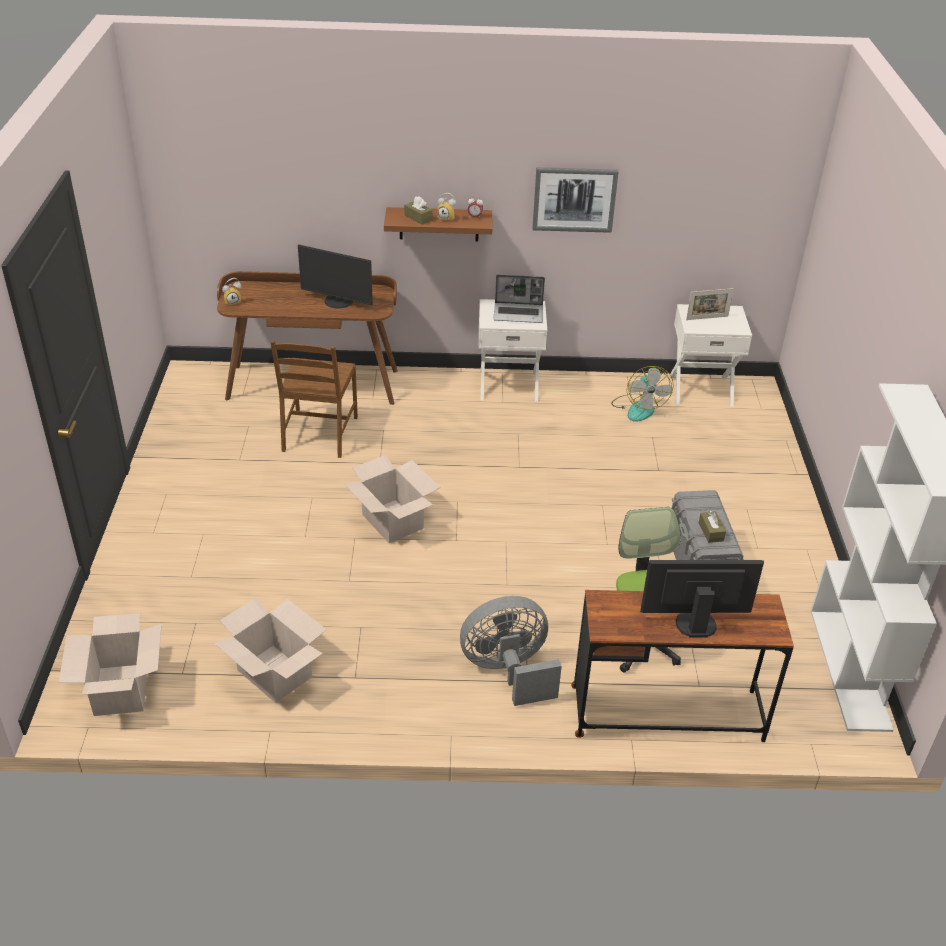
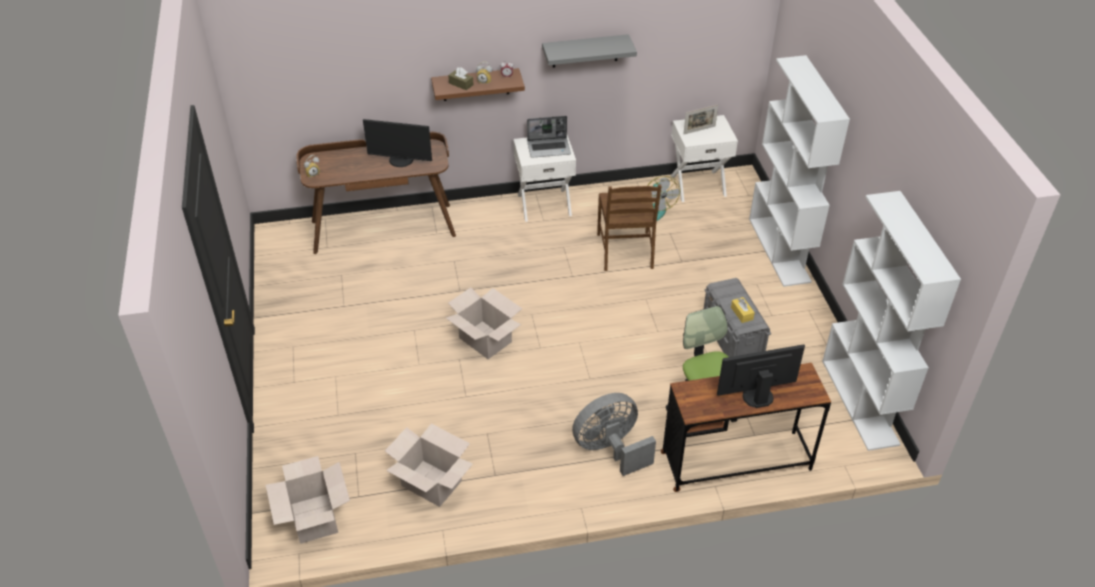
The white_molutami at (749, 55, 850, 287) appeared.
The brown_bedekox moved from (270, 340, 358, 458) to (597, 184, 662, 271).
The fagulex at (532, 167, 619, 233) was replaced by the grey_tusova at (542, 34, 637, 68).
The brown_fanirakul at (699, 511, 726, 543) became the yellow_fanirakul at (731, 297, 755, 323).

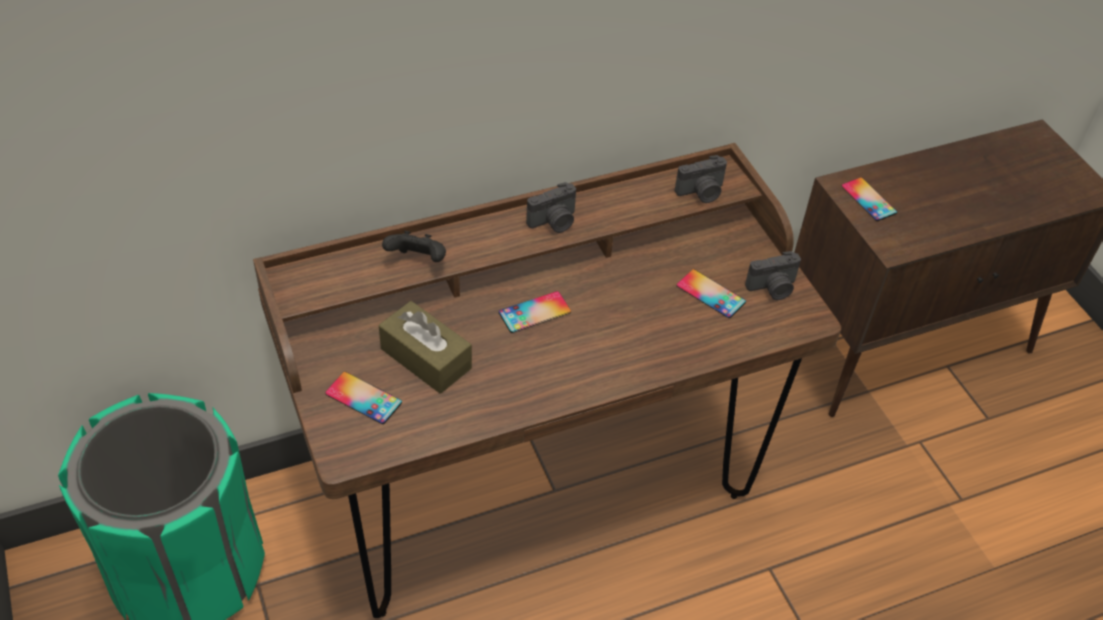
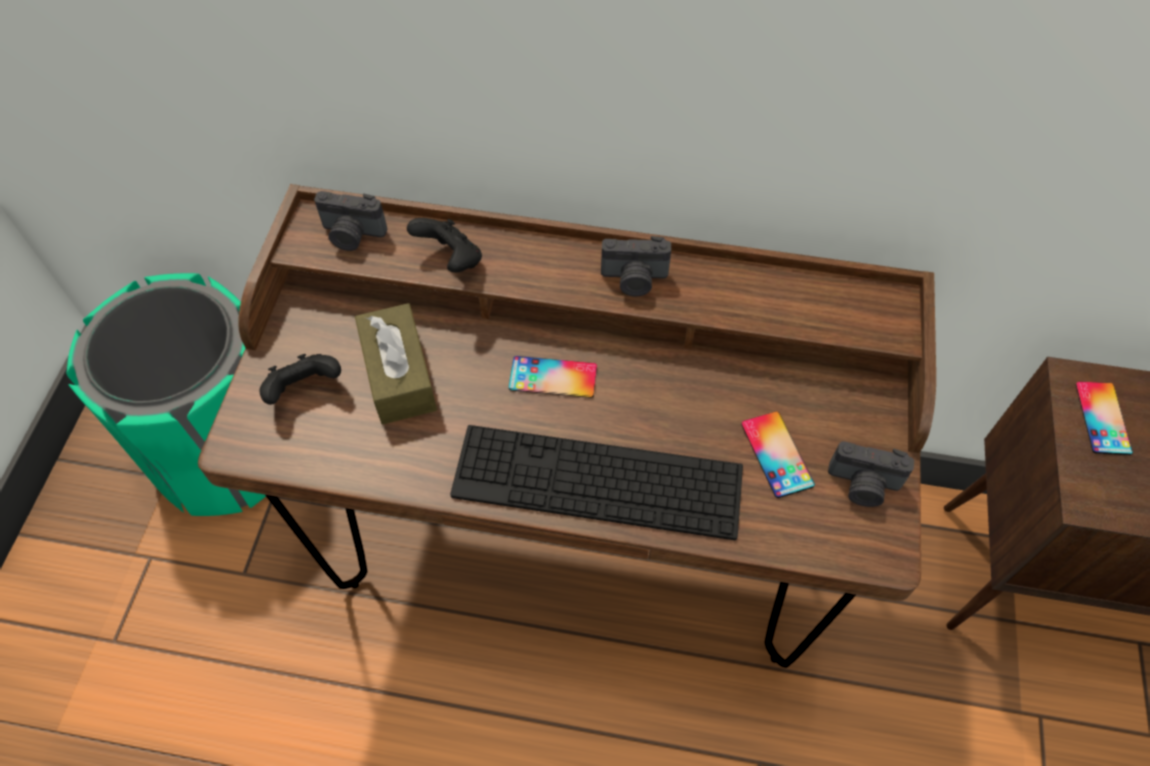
The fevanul at (450, 425, 743, 540) appeared.
The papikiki moved from (675, 155, 727, 203) to (314, 191, 388, 251).
The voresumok at (325, 372, 402, 424) was replaced by the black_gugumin at (260, 354, 341, 405).

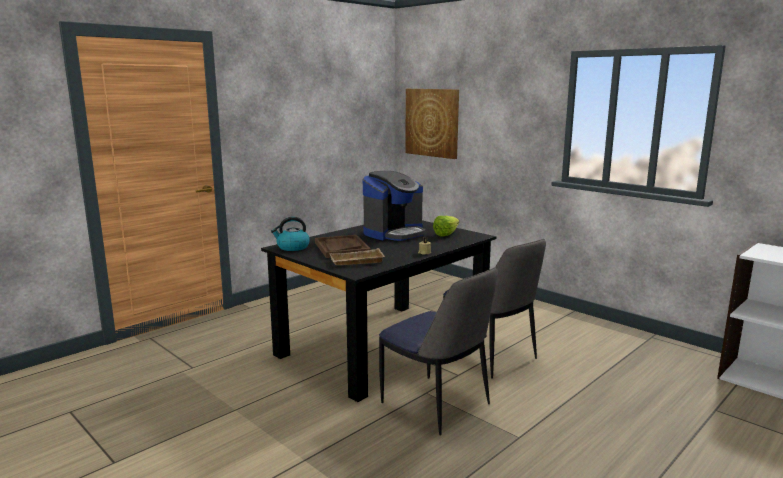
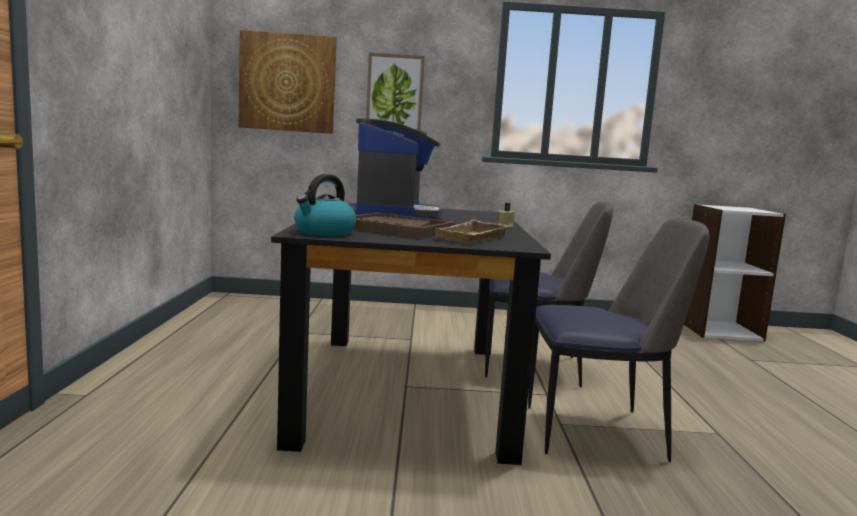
The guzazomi at (433, 216, 459, 237) disappeared.
The fagulex at (366, 52, 425, 136) appeared.

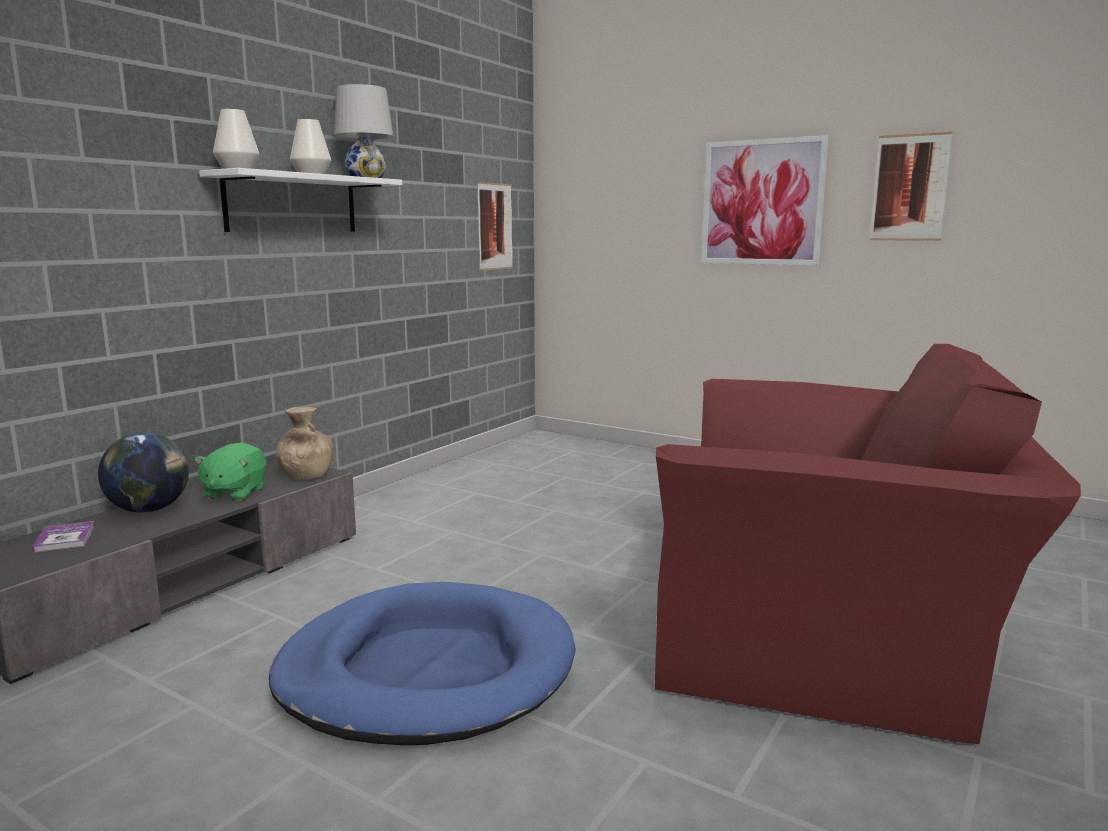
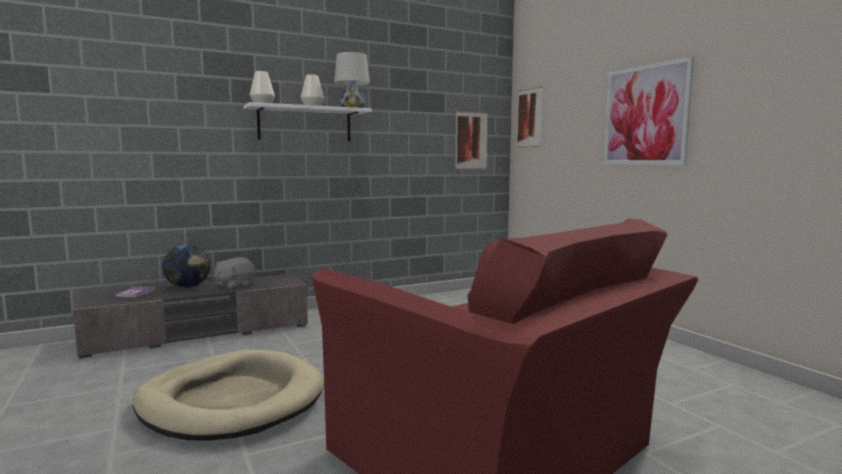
The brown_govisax at (276, 407, 333, 479) disappeared.
The fagulex moved from (870, 132, 953, 241) to (516, 86, 543, 148).
The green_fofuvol at (194, 442, 267, 501) became the grey_fofuvol at (214, 257, 256, 289).
The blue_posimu at (269, 582, 576, 745) became the beige_posimu at (133, 350, 324, 441).

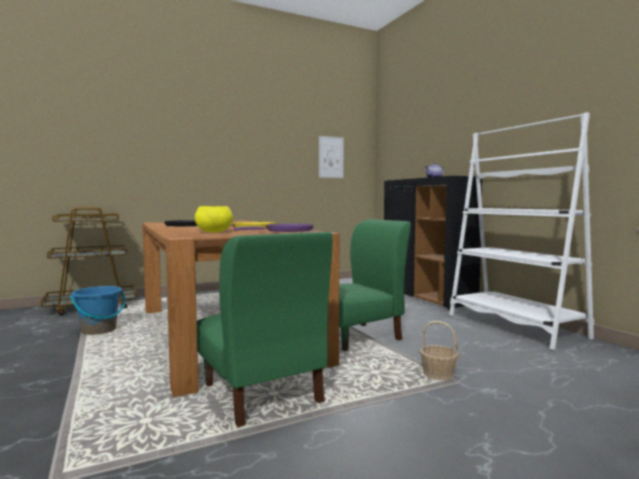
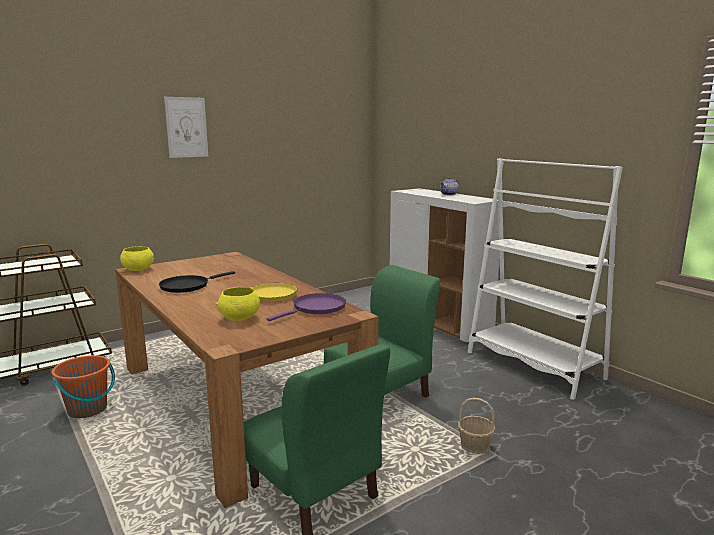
The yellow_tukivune at (120, 246, 154, 271) appeared.
The fagulex moved from (319, 136, 344, 178) to (164, 97, 208, 158).
The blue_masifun at (70, 286, 125, 335) became the orange_masifun at (51, 355, 115, 418).
The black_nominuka at (384, 176, 482, 310) became the white_nominuka at (390, 188, 500, 344).

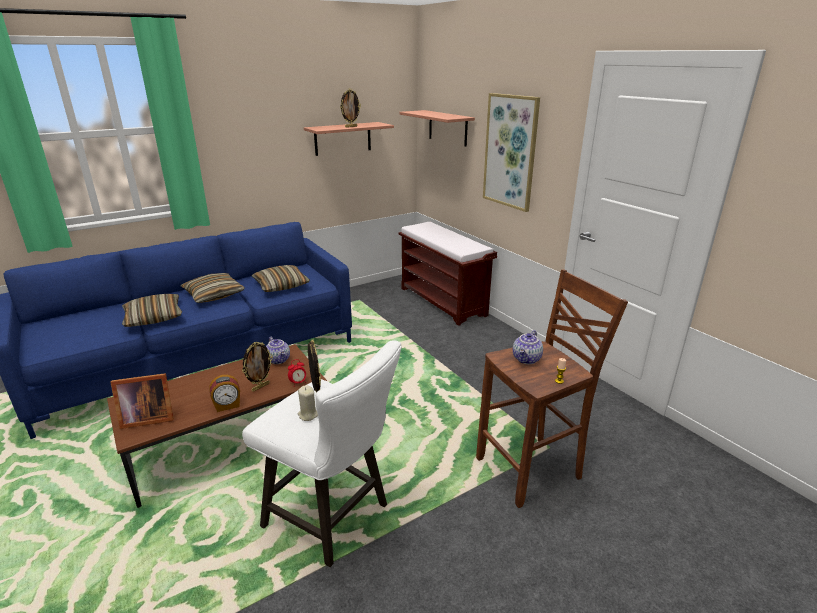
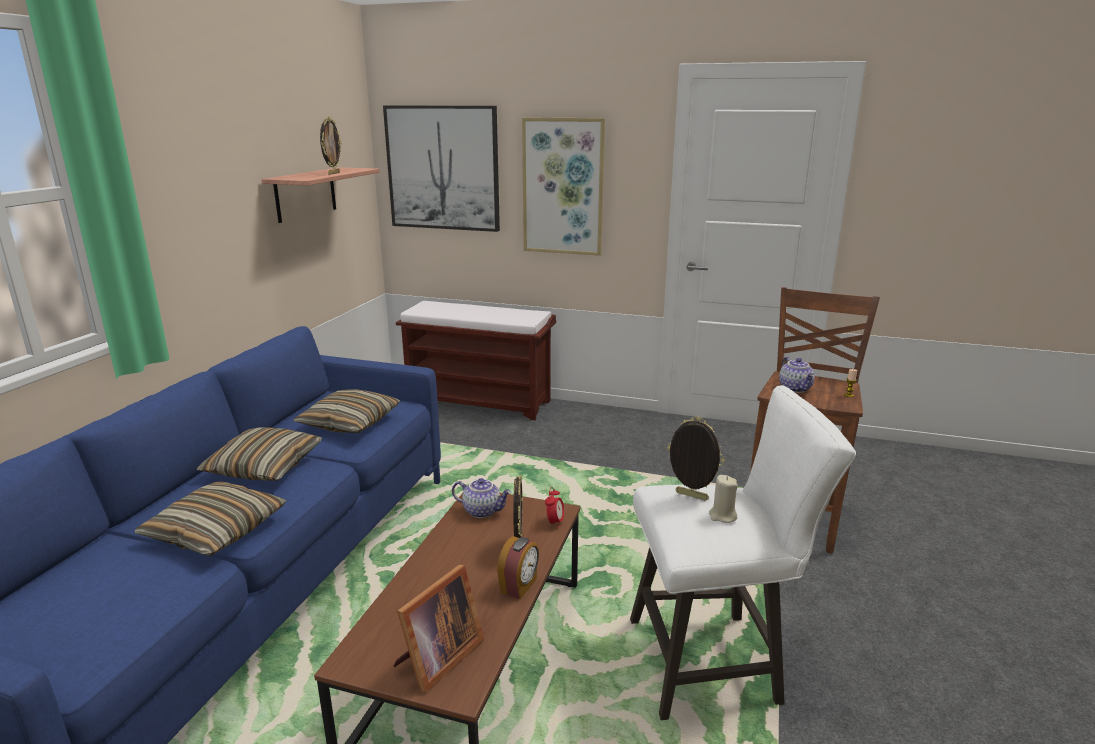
The tusova at (399, 110, 475, 146) was replaced by the fagulex at (383, 105, 500, 232).

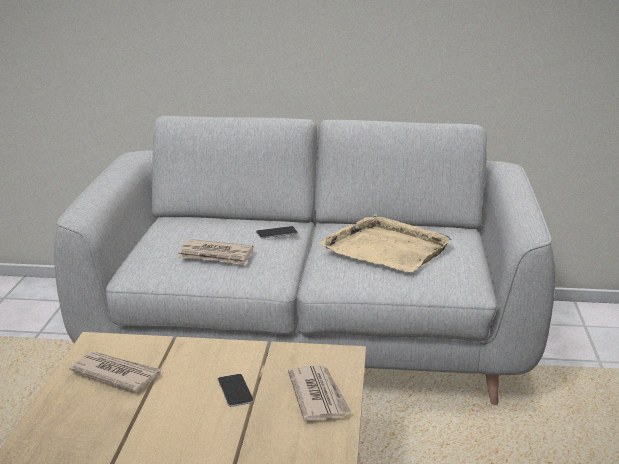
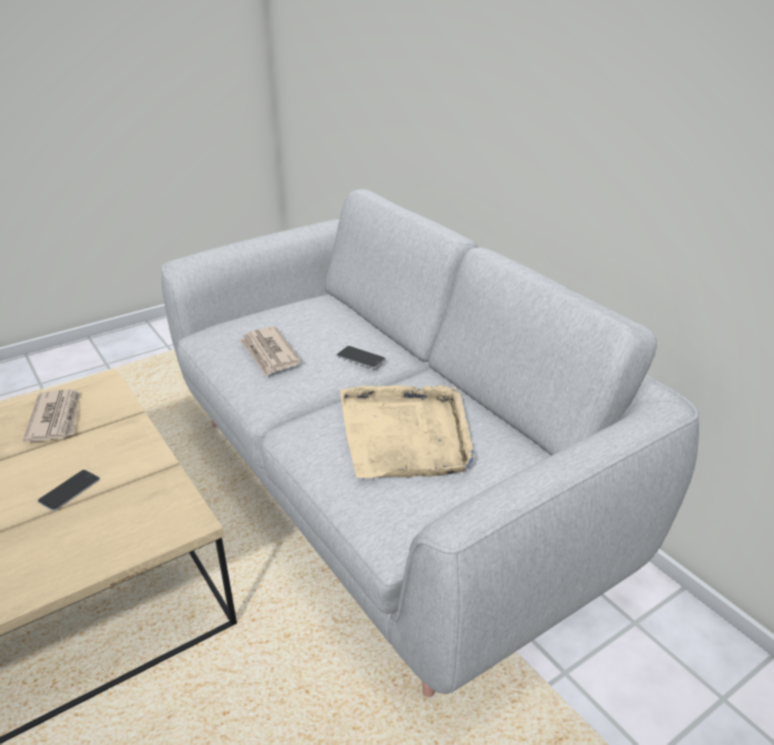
The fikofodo at (288, 365, 353, 421) disappeared.

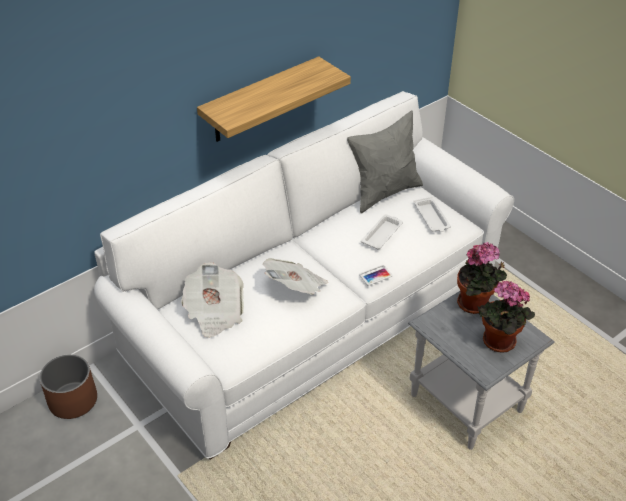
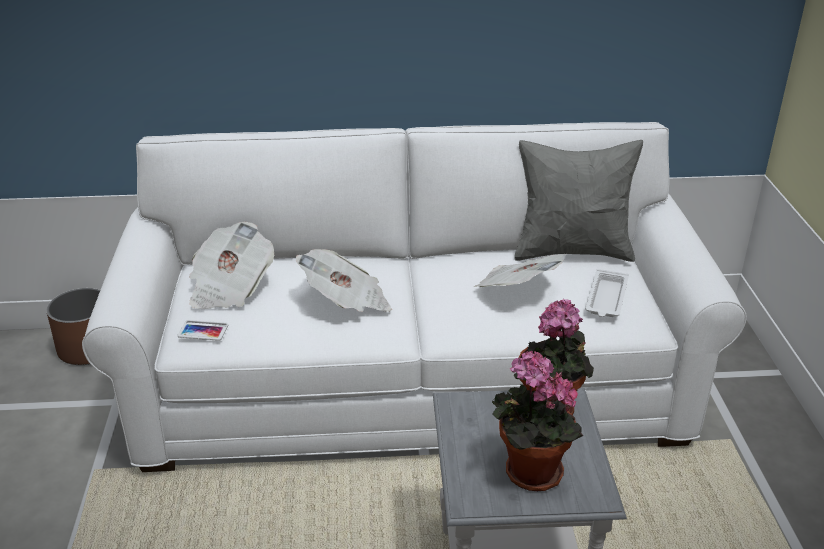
The tusova at (197, 56, 351, 142) disappeared.
The voresumok moved from (359, 265, 393, 286) to (177, 320, 228, 341).
The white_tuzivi at (361, 214, 403, 250) was replaced by the fikofodo at (474, 254, 567, 287).

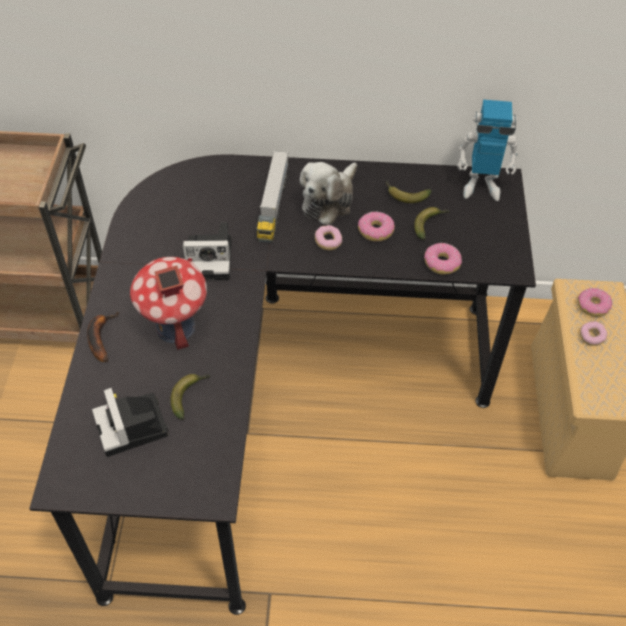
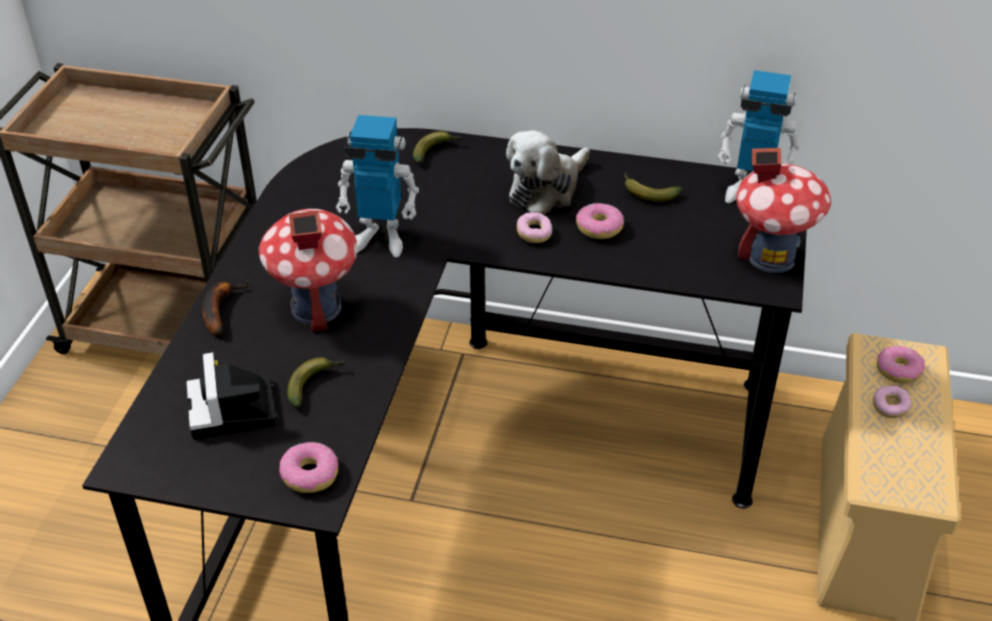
The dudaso at (257, 151, 289, 243) disappeared.
The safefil at (736, 148, 832, 273) appeared.
The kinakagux moved from (414, 207, 449, 240) to (413, 131, 463, 164).
The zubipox moved from (424, 243, 462, 274) to (279, 442, 338, 493).
The papikiki at (183, 222, 231, 280) was replaced by the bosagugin at (336, 115, 419, 257).

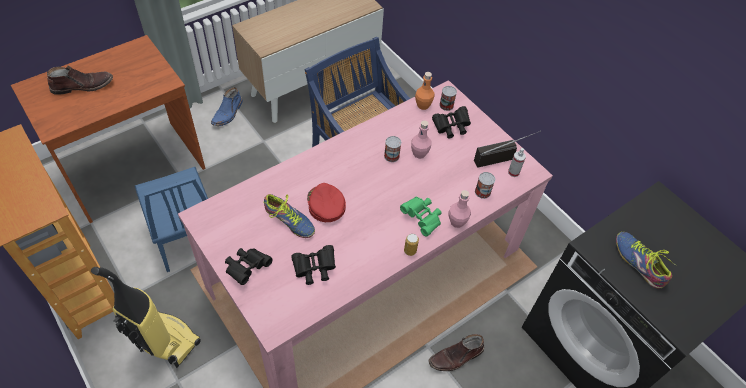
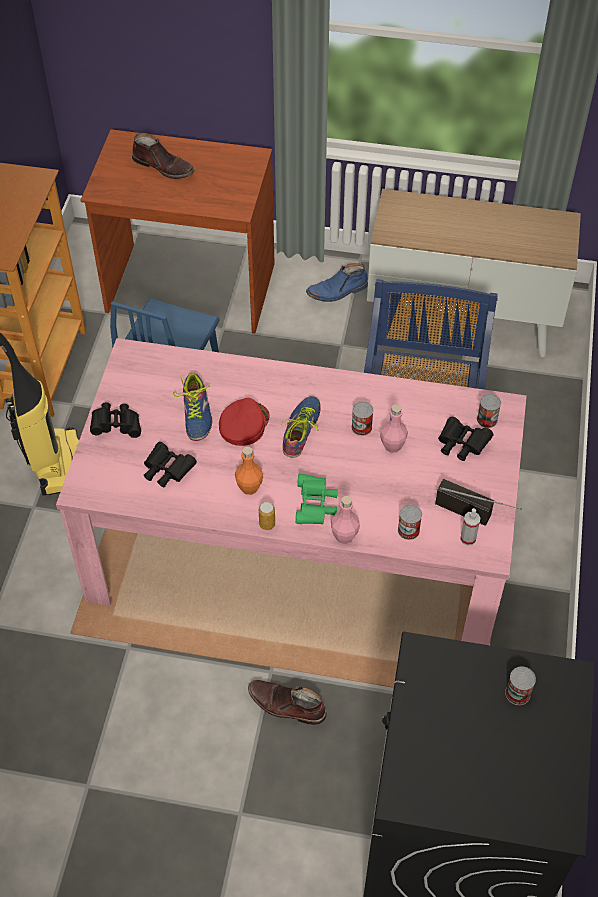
The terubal at (505, 666, 536, 705) appeared.
The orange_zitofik moved from (415, 72, 435, 110) to (235, 447, 263, 495).
The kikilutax moved from (616, 232, 677, 289) to (281, 396, 321, 458).

